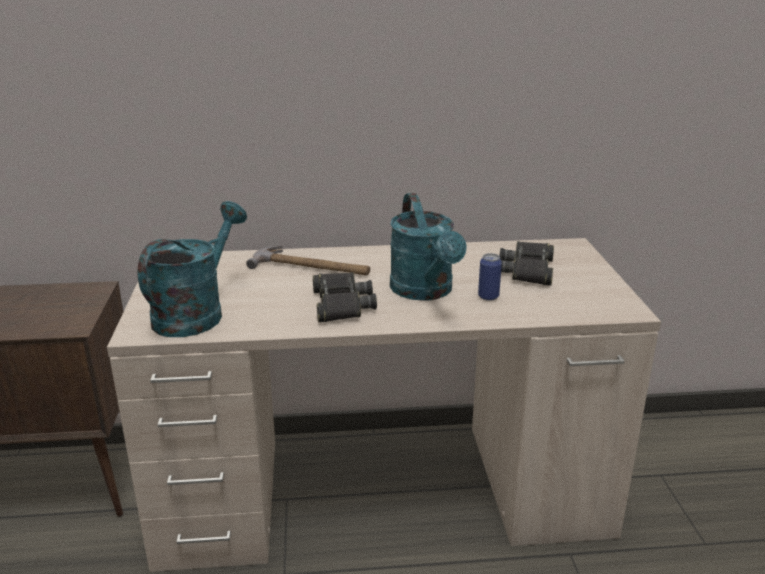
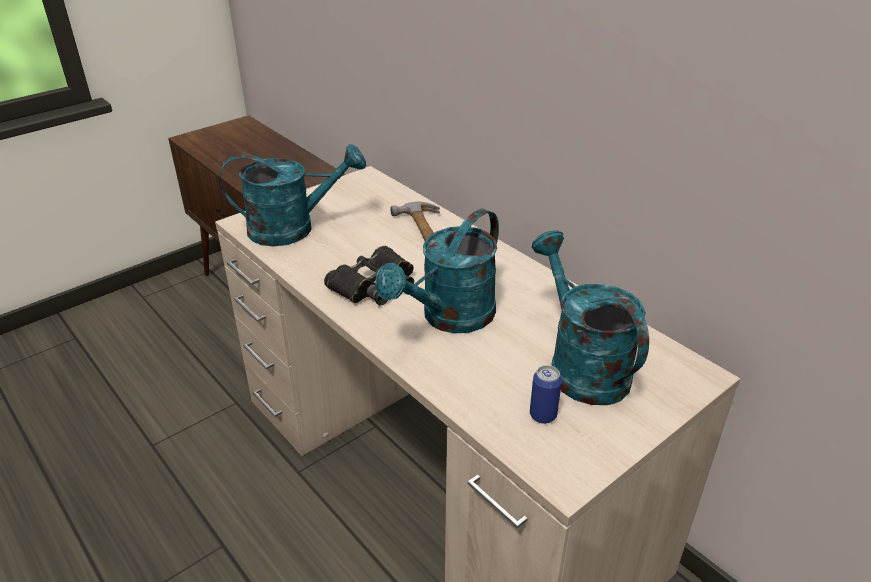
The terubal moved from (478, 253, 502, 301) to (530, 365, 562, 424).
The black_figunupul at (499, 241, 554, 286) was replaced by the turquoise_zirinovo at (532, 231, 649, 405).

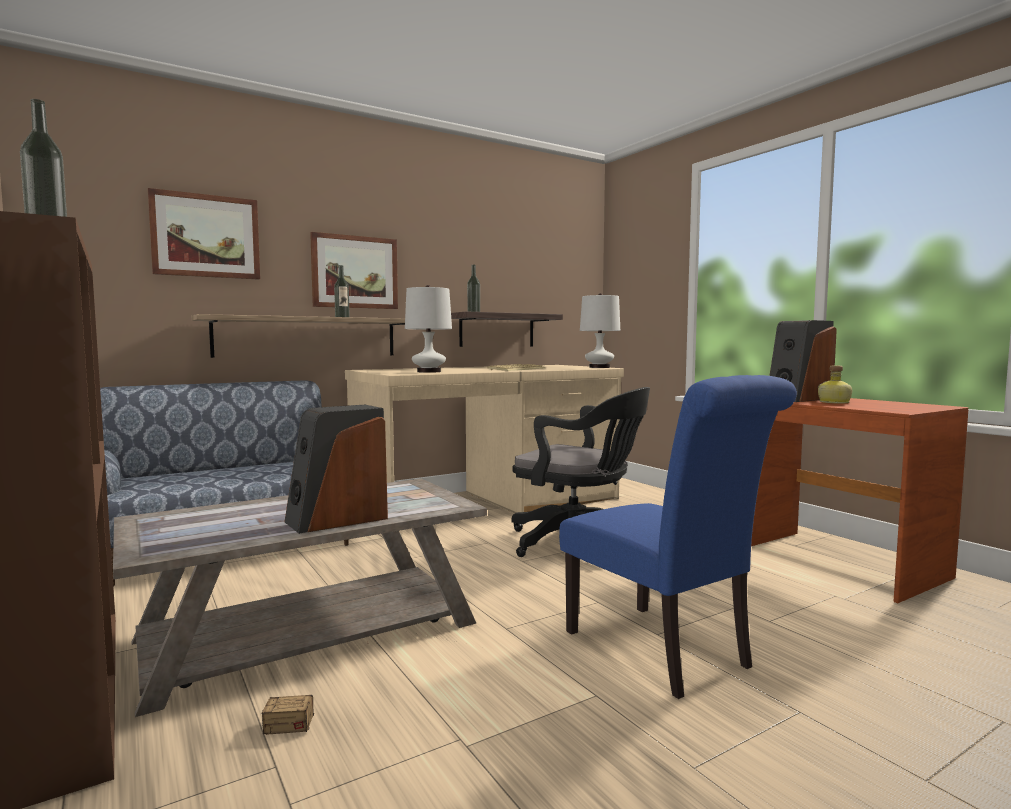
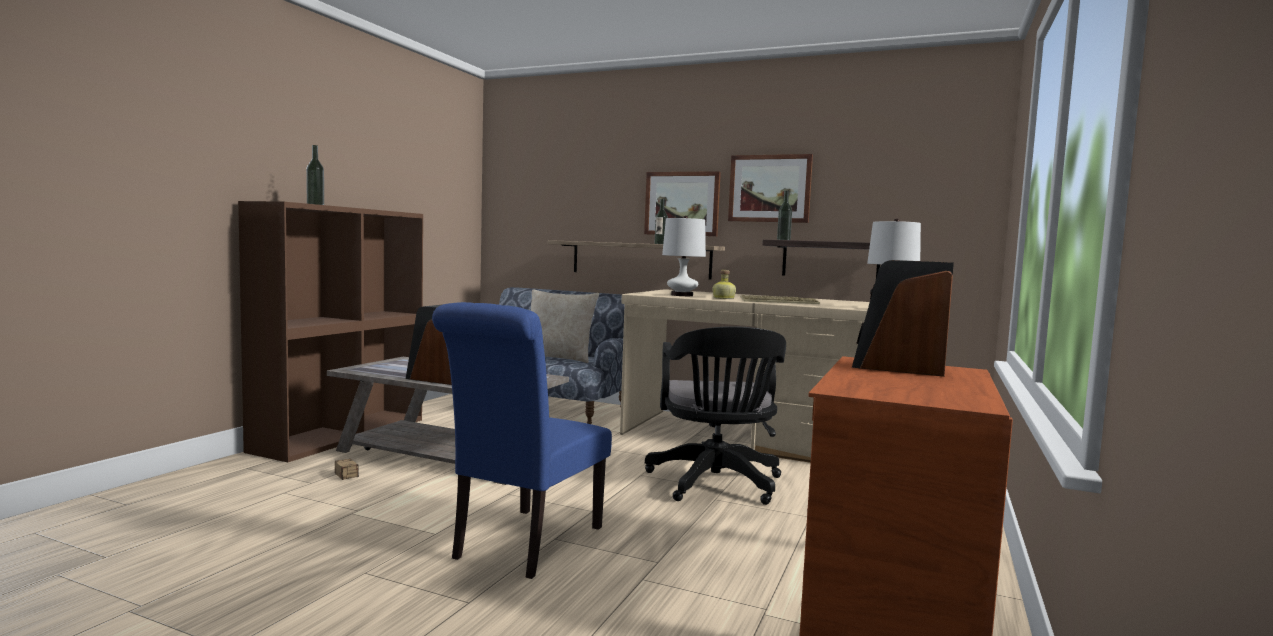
The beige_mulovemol at (531, 289, 599, 363) appeared.
The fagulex moved from (148, 188, 260, 280) to (728, 154, 813, 223).
The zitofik moved from (818, 365, 852, 404) to (712, 270, 736, 299).

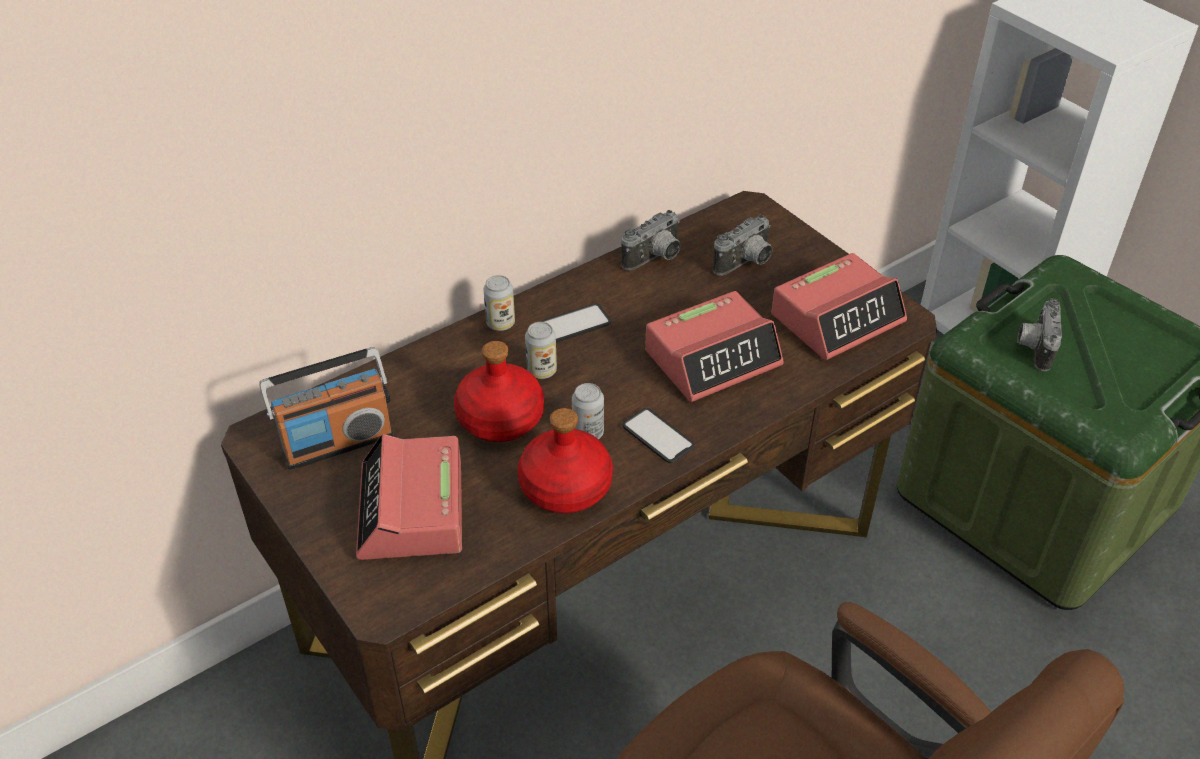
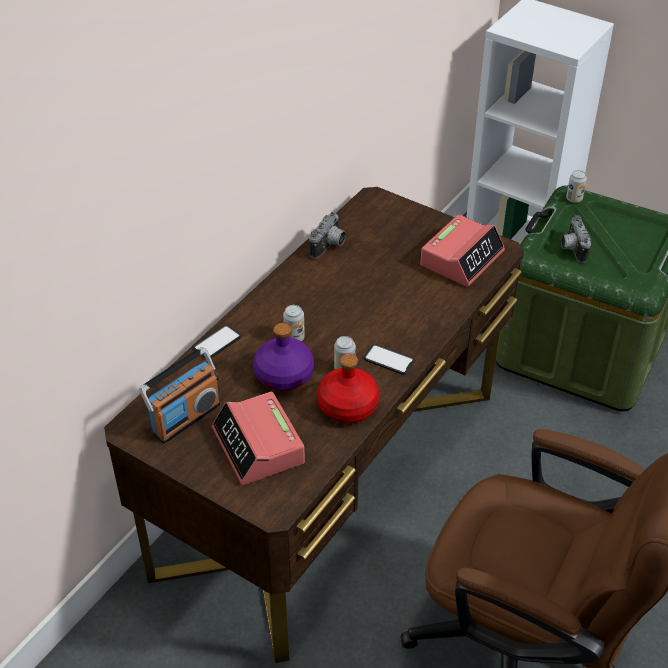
The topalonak at (645, 291, 784, 402) disappeared.
The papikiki at (713, 215, 772, 276) disappeared.
The terubal moved from (484, 275, 515, 331) to (566, 170, 587, 203).
The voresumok moved from (541, 304, 612, 342) to (193, 325, 241, 359).
The red_zitofik at (454, 341, 544, 442) became the purple_zitofik at (253, 323, 314, 391).

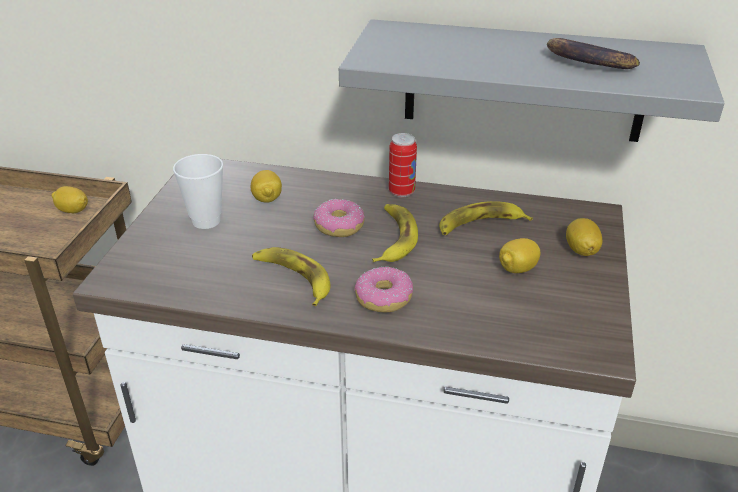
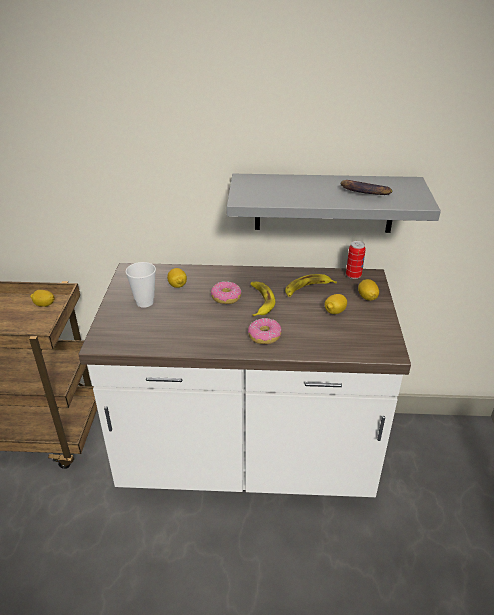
The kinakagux at (252, 247, 331, 306) disappeared.
The terubal moved from (389, 133, 417, 197) to (346, 241, 366, 279).

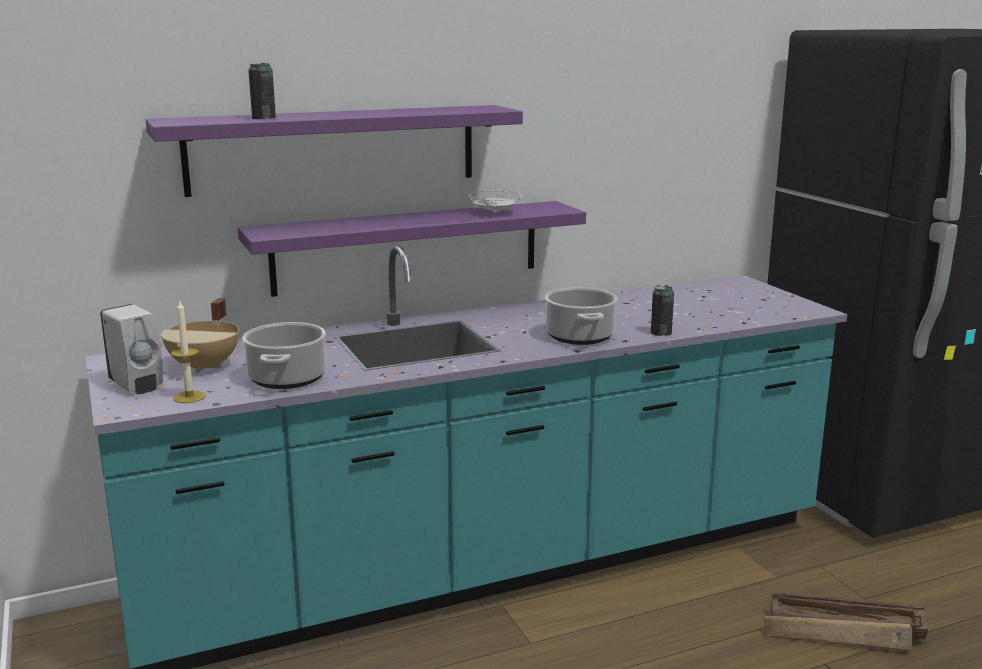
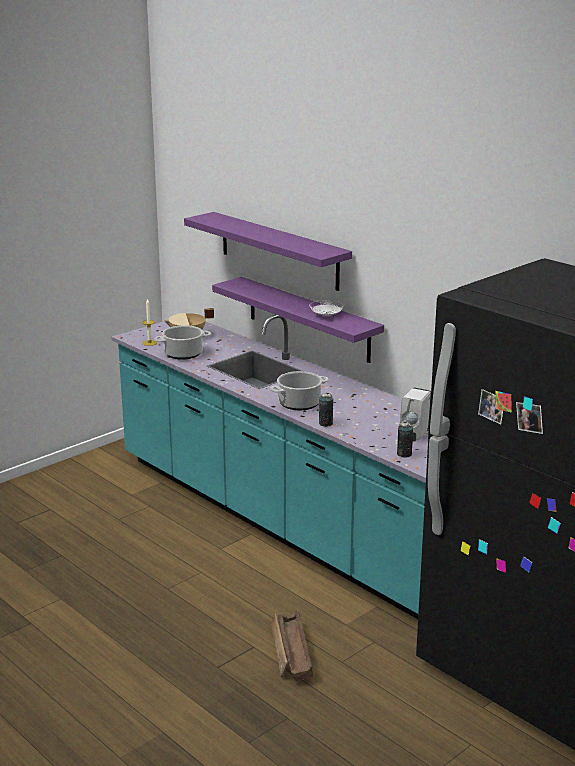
The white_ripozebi moved from (100, 304, 163, 394) to (400, 387, 431, 442).
The terubal moved from (248, 63, 276, 120) to (397, 422, 413, 458).

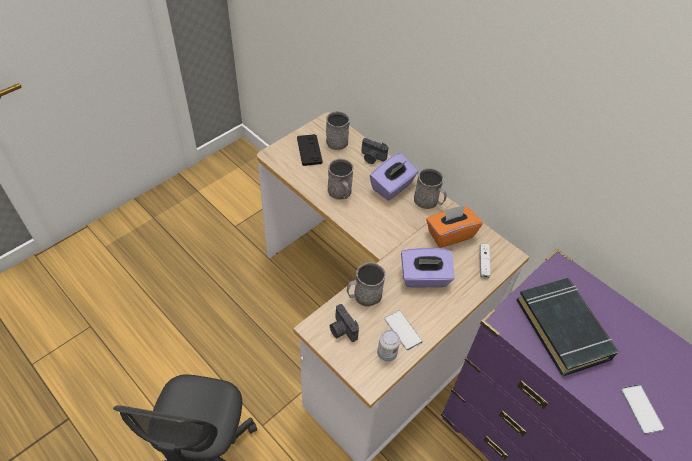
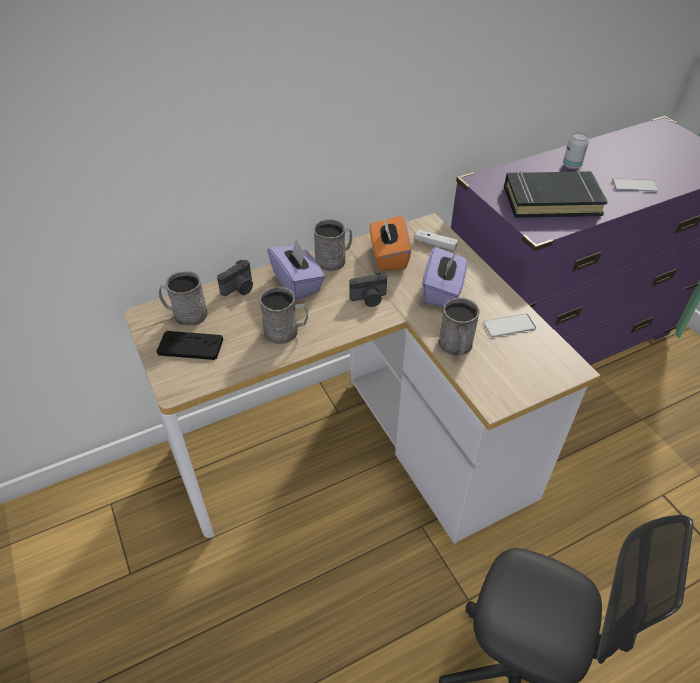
The papikiki moved from (330, 304, 359, 342) to (349, 272, 387, 307).
The terubal moved from (377, 330, 400, 362) to (563, 132, 589, 169).

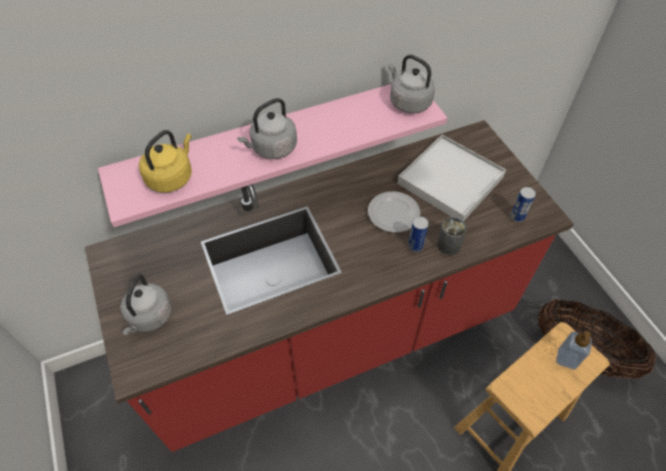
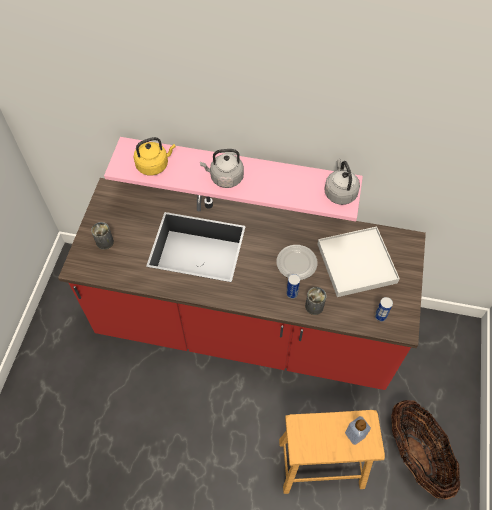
The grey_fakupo at (120, 274, 172, 335) was replaced by the terubal at (91, 222, 114, 250).

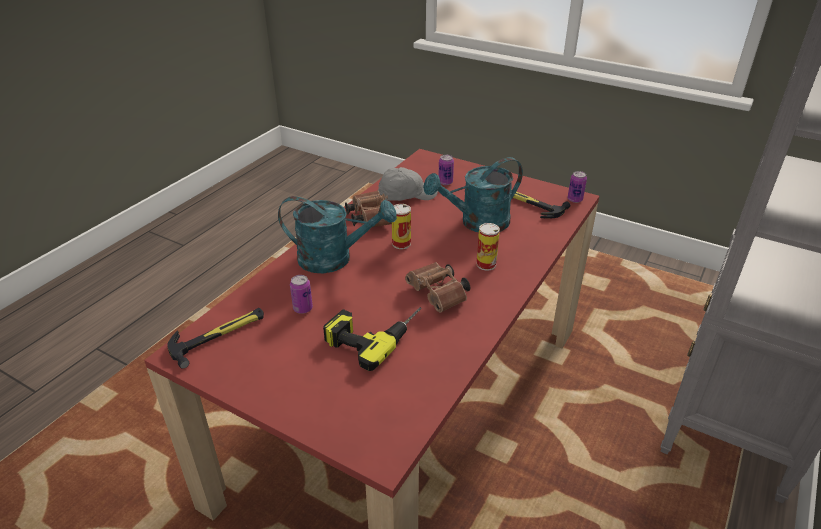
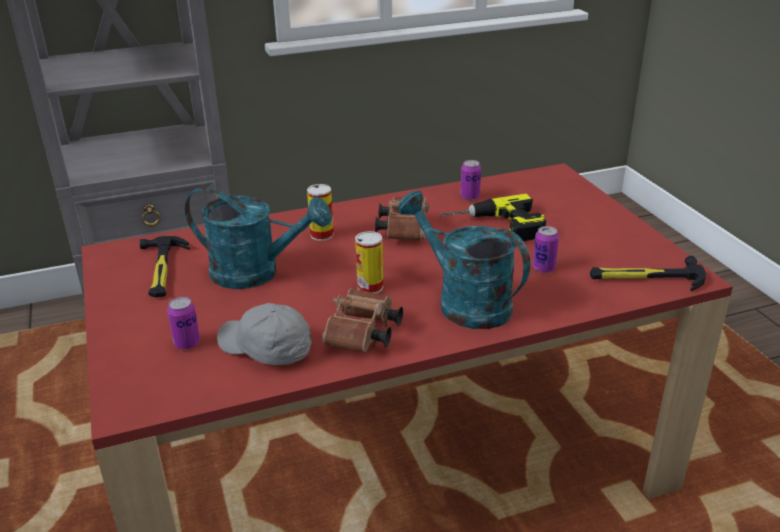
The terubal moved from (568, 171, 587, 203) to (460, 160, 481, 200).

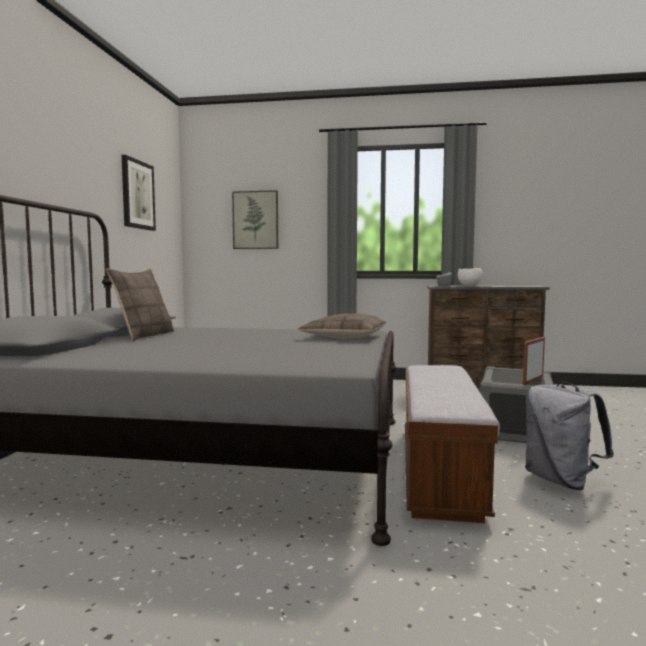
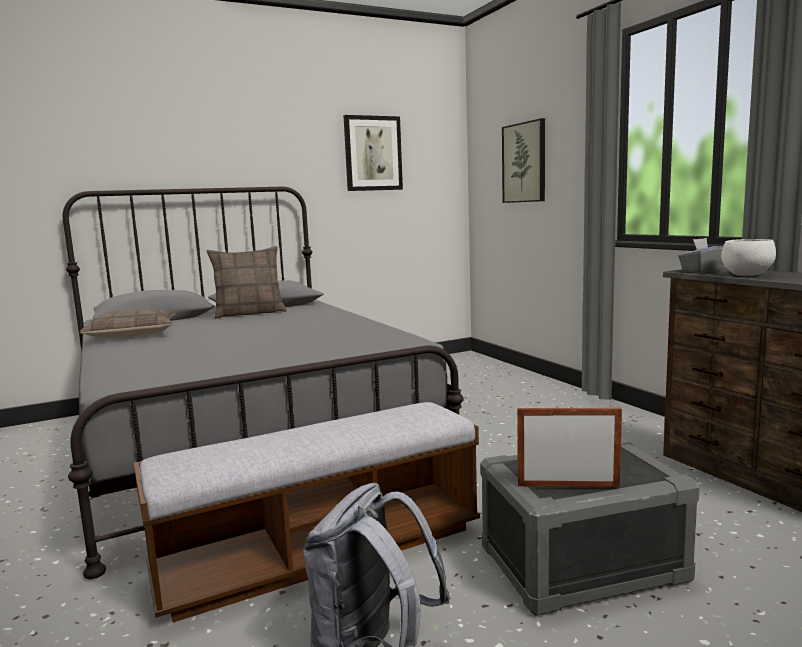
The mulovemol moved from (298, 314, 386, 339) to (80, 308, 176, 338).

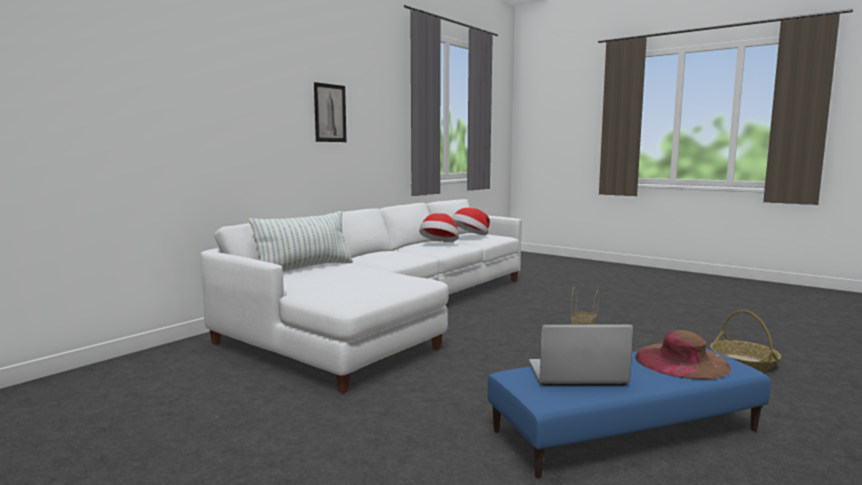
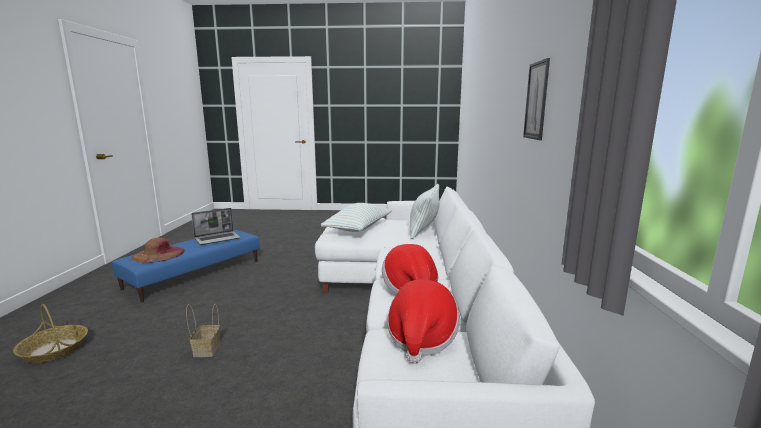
The mulovemol at (321, 203, 392, 232) appeared.

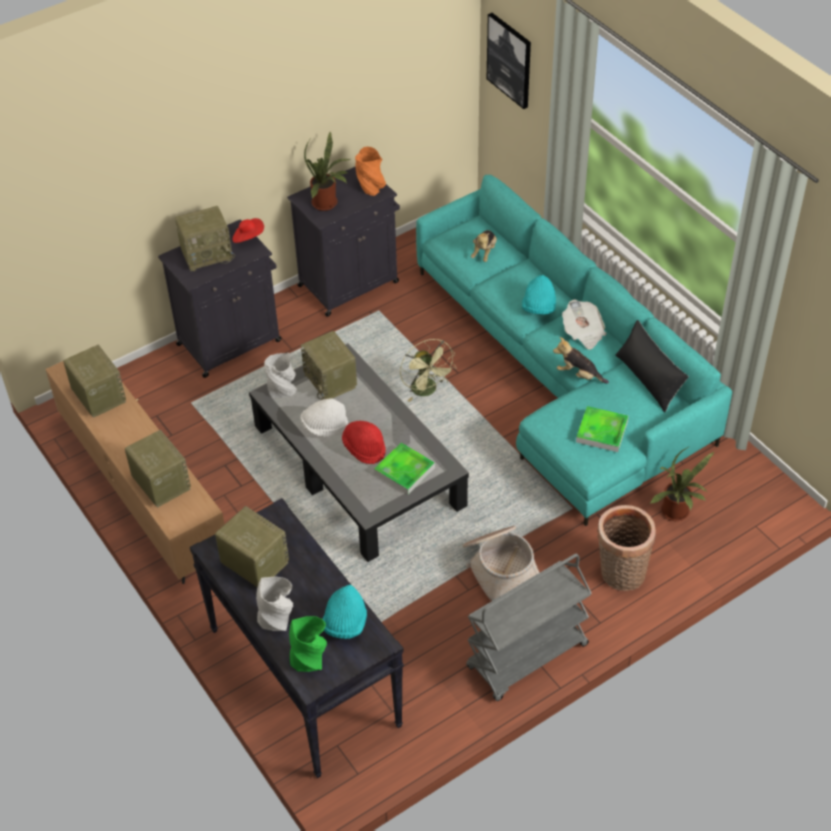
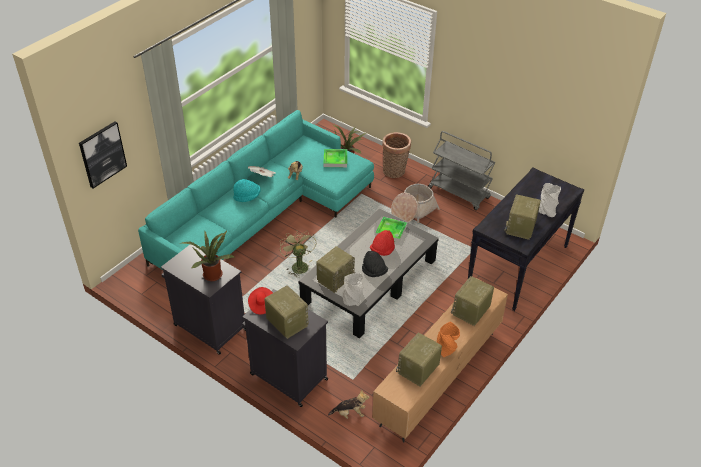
The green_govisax at (289, 616, 327, 672) disappeared.
The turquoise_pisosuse at (323, 585, 367, 639) disappeared.
The black_mulovemol at (615, 320, 689, 412) disappeared.
The orange_govisax moved from (355, 147, 386, 196) to (437, 321, 460, 357).
The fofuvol moved from (471, 230, 497, 262) to (328, 390, 370, 419).
The white_pisosuse at (300, 398, 348, 437) became the black_pisosuse at (362, 251, 388, 277).
The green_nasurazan at (400, 339, 456, 402) turned 60 degrees counterclockwise.

